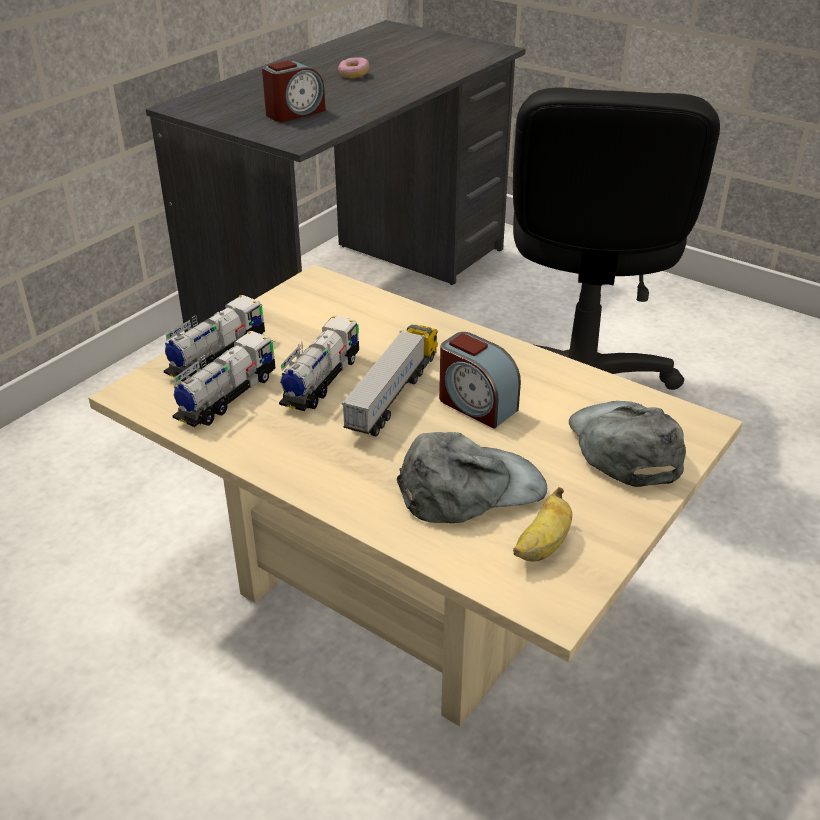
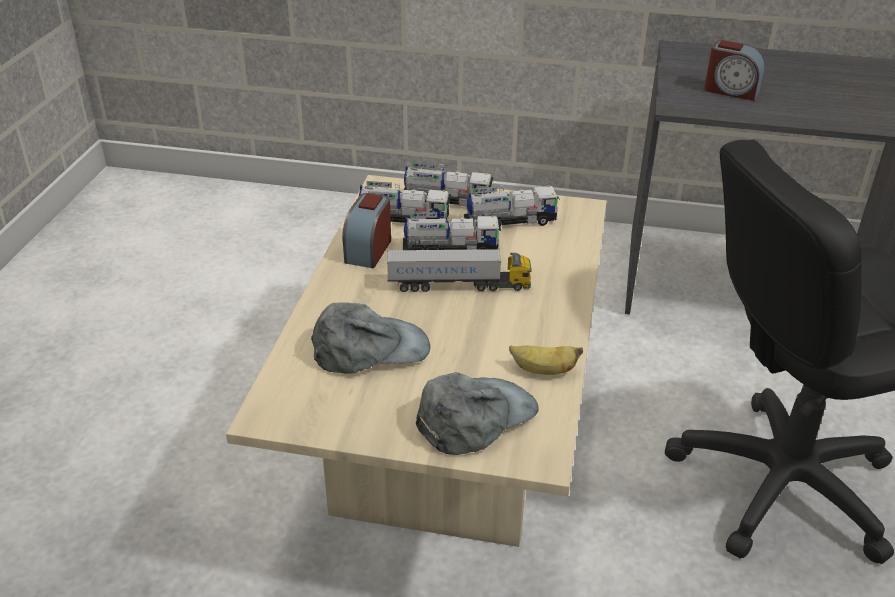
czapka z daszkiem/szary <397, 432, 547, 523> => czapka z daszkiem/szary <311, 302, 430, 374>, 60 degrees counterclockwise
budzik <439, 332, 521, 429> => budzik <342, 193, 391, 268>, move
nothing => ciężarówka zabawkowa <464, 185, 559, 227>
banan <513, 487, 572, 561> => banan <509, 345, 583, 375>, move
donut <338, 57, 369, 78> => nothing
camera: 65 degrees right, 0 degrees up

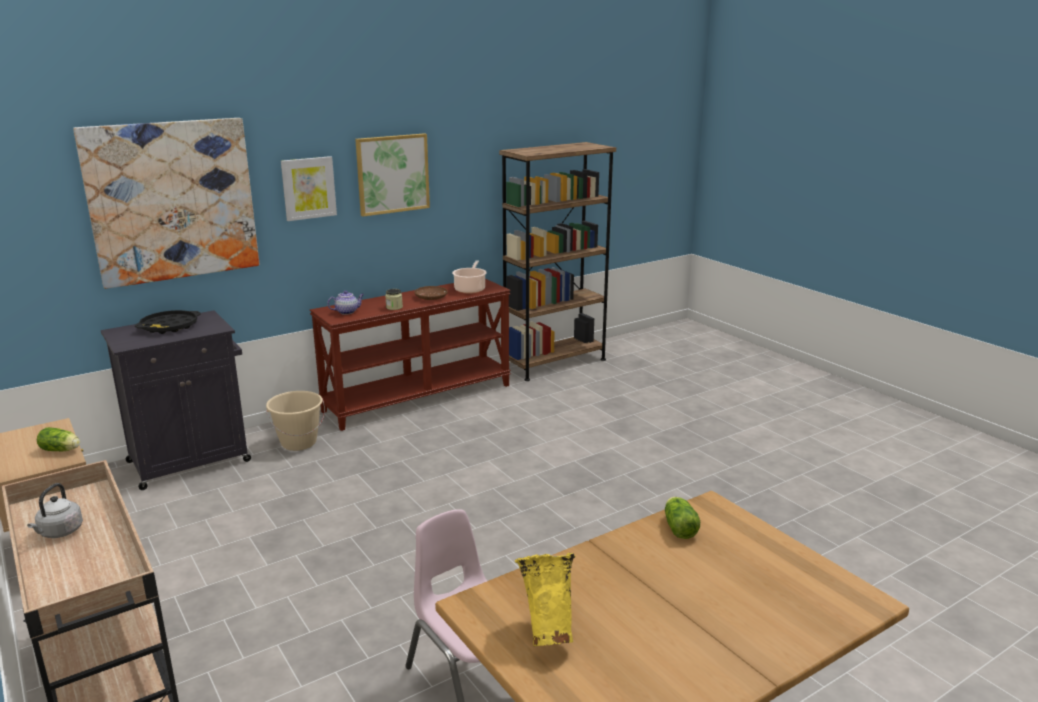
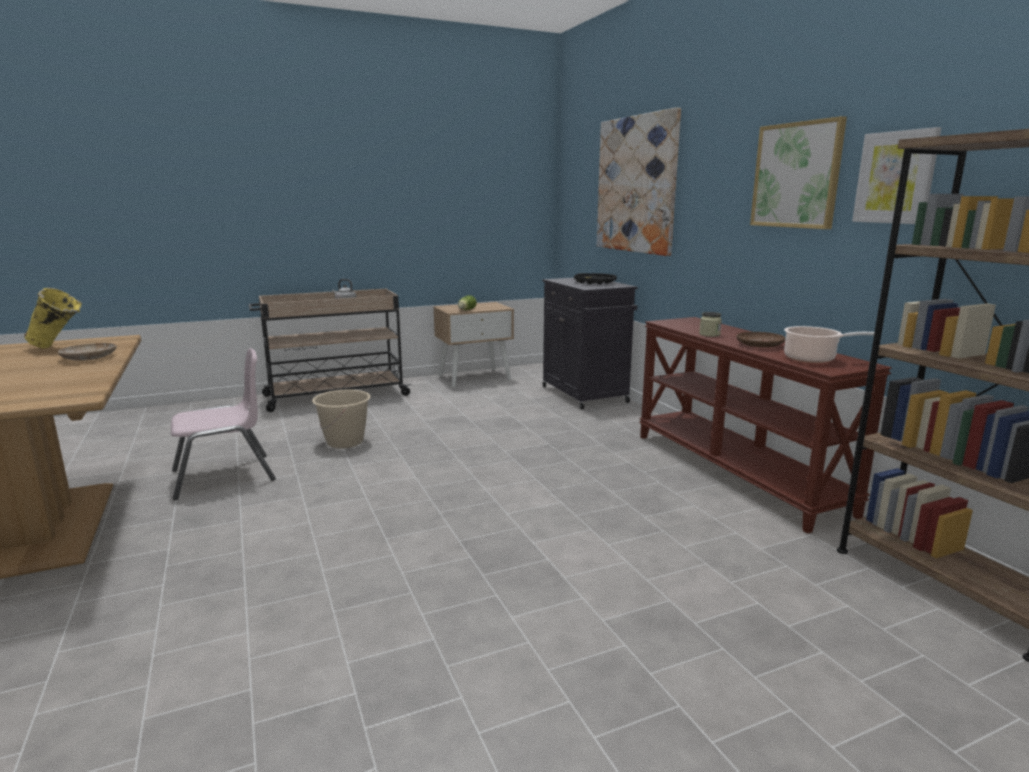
nothing => talerz/beżowy <58, 343, 117, 361>
wiadro/beżowy <266, 391, 325, 451> => wiadro/beżowy <312, 390, 371, 449>, move
obraz <281, 156, 337, 221> => obraz <852, 127, 941, 224>, move
imbryk <327, 291, 364, 315> => nothing
sałata <665, 497, 700, 539> => nothing
camera: 100 degrees right, 5 degrees down

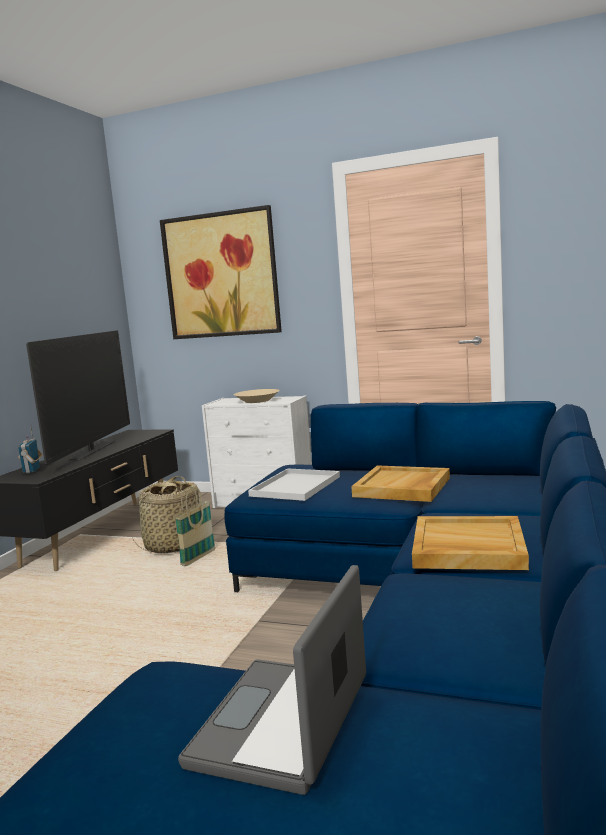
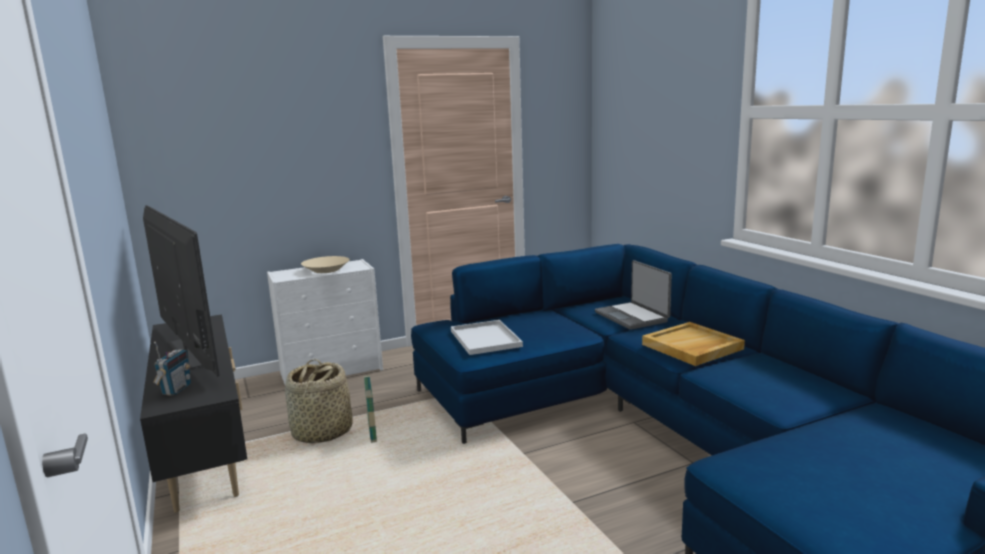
radio <18, 424, 43, 474> => radio <153, 342, 191, 395>, 120 degrees counterclockwise
laptop <178, 565, 366, 795> => laptop <595, 260, 672, 330>, move
obraz <160, 205, 282, 339> => nothing
taca/beżowy <351, 465, 450, 502> => nothing
camera: 45 degrees left, 5 degrees up

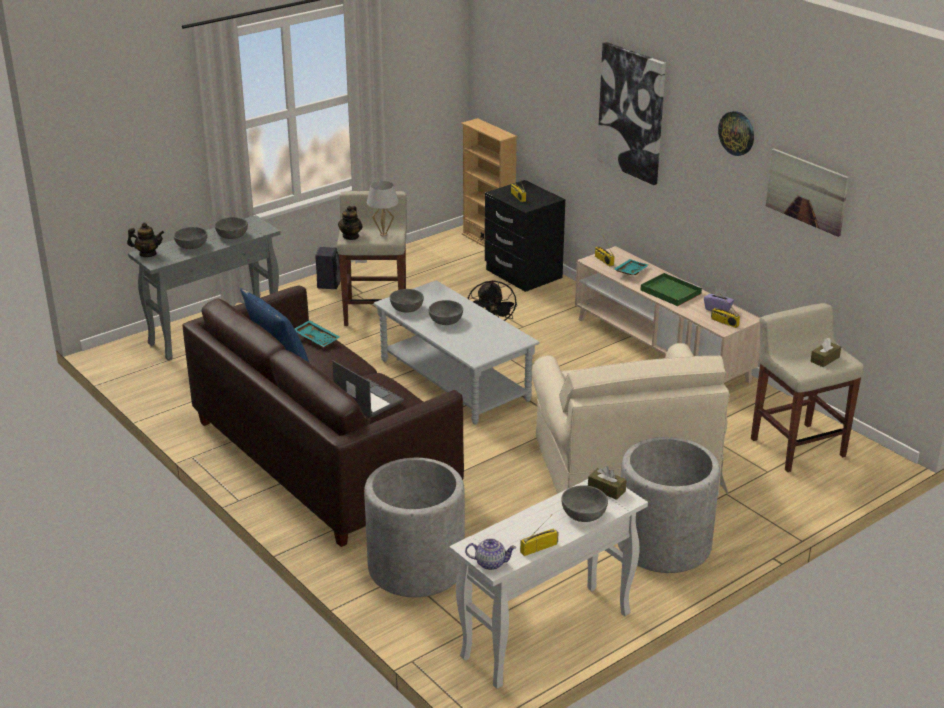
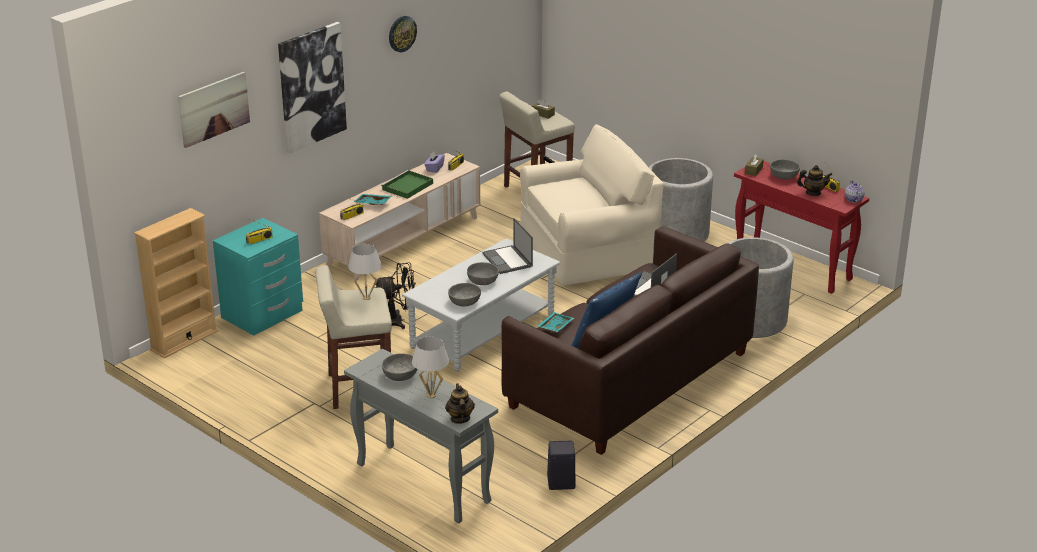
obraz <766, 148, 849, 237> => obraz <178, 72, 250, 148>, move
szafka nocna/czarny <485, 180, 565, 292> => szafka nocna/turkusowy <213, 218, 303, 336>
miska/szary <174, 227, 207, 249> => lampa stołowa/biały <412, 337, 449, 398>
nothing => laptop <482, 218, 533, 274>
głośnik/czarny <315, 247, 341, 289> => głośnik/czarny <547, 441, 575, 490>, move
stolik konsolowy/biały <449, 479, 648, 689> => stolik konsolowy/czerwony <734, 161, 869, 294>
imbryk <338, 206, 362, 240> => imbryk <797, 165, 832, 196>, move
camera: 100 degrees left, 0 degrees up

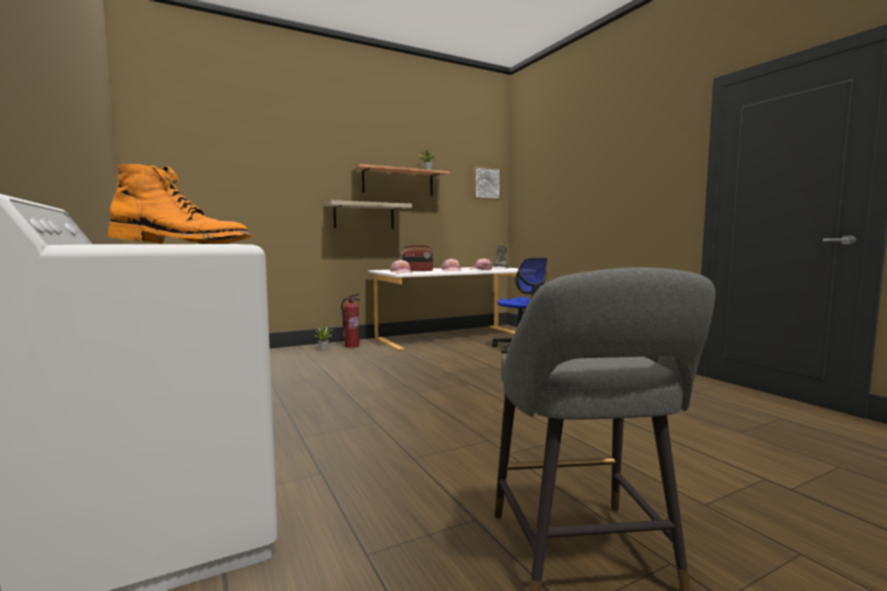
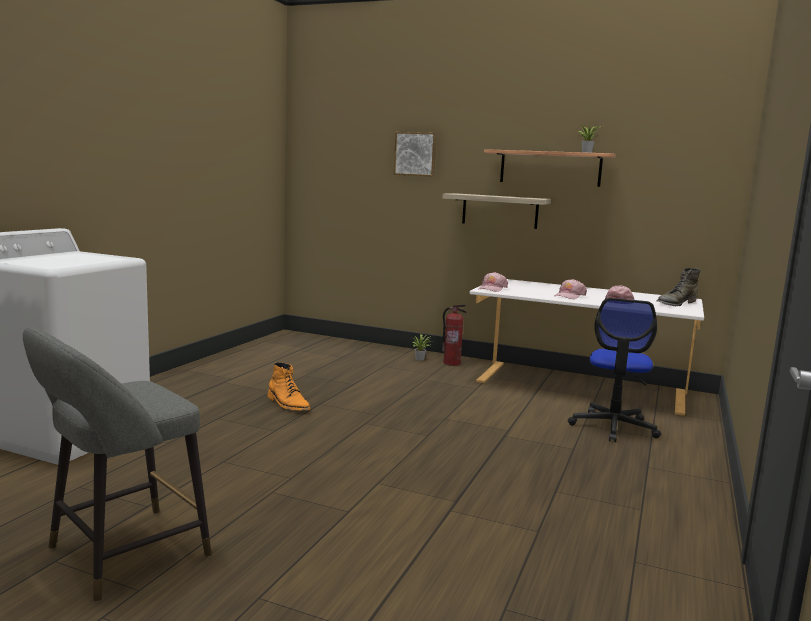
but z cholewką/pomarańczowy <108, 163, 251, 244> => but z cholewką/pomarańczowy <268, 362, 310, 410>, move
obraz <473, 166, 501, 200> => obraz <394, 132, 437, 177>, move
radio <400, 245, 434, 271> => nothing
camera: 50 degrees right, 5 degrees up

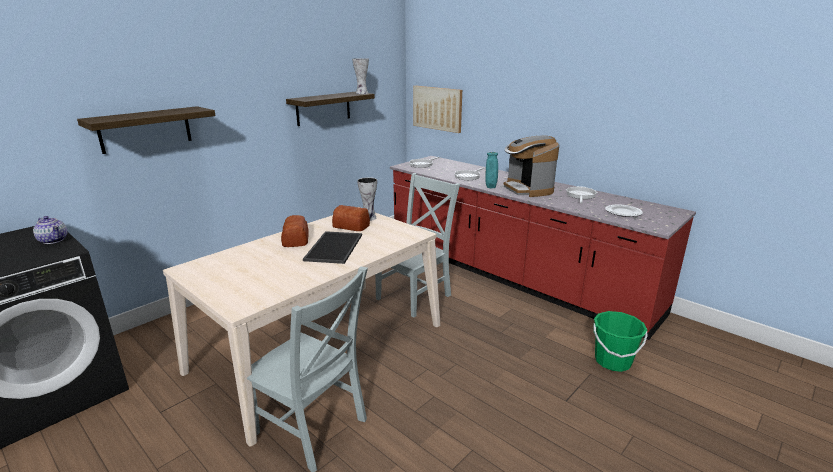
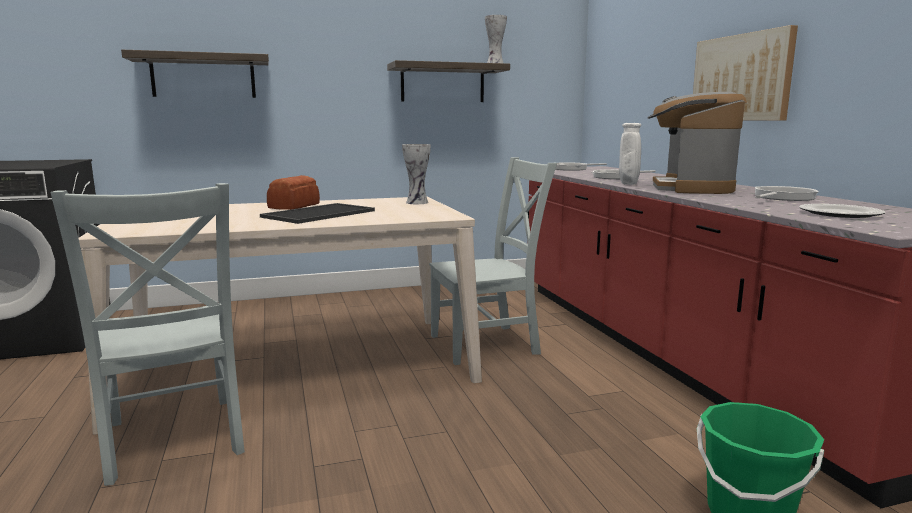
wazon/turkusowy <485, 152, 498, 188> => wazon/biały <619, 123, 641, 185>
obraz <413, 86, 462, 133> => obraz <693, 25, 798, 120>, move
imbryk <33, 216, 67, 244> => nothing
chleb <332, 205, 370, 231> => nothing
camera: 30 degrees right, 10 degrees down

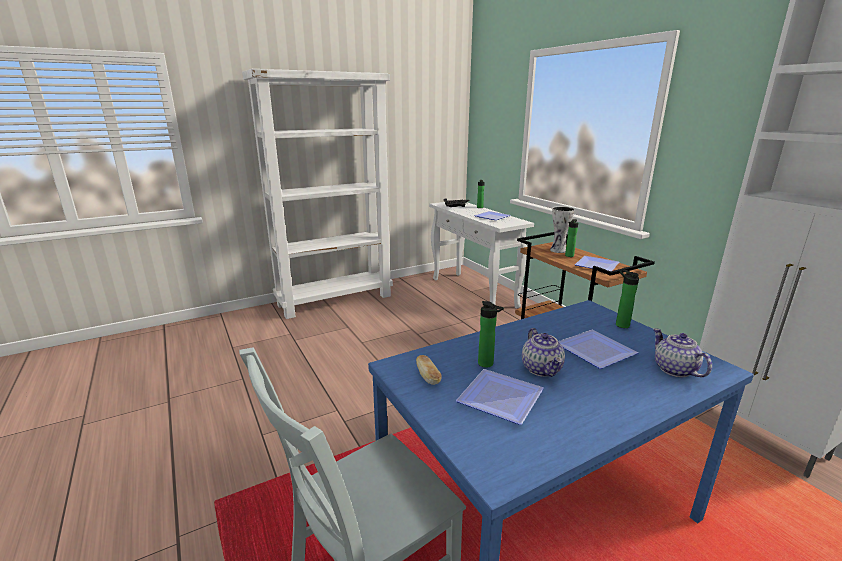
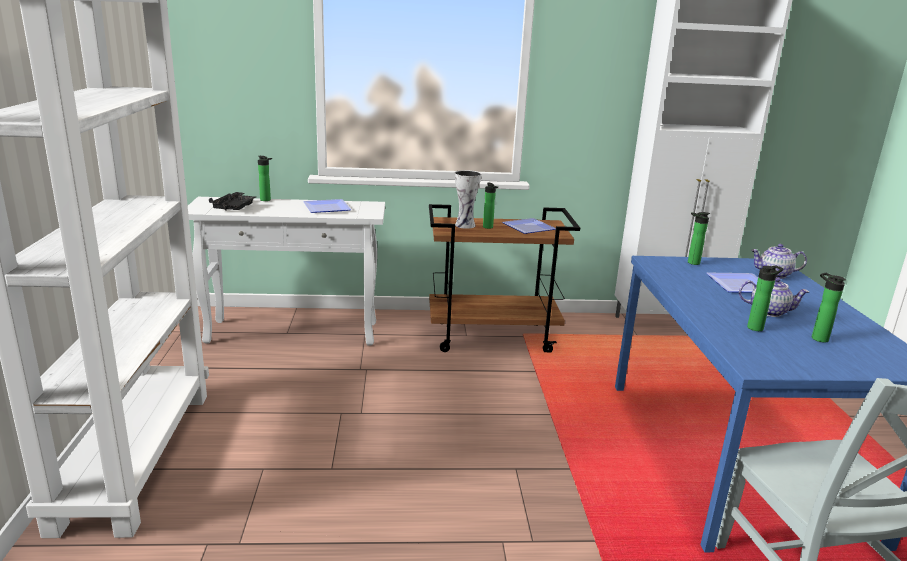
talerz <456, 369, 544, 425> => butelka <812, 273, 846, 343>
chleb <416, 355, 441, 385> => nothing
camera: 65 degrees left, 0 degrees up

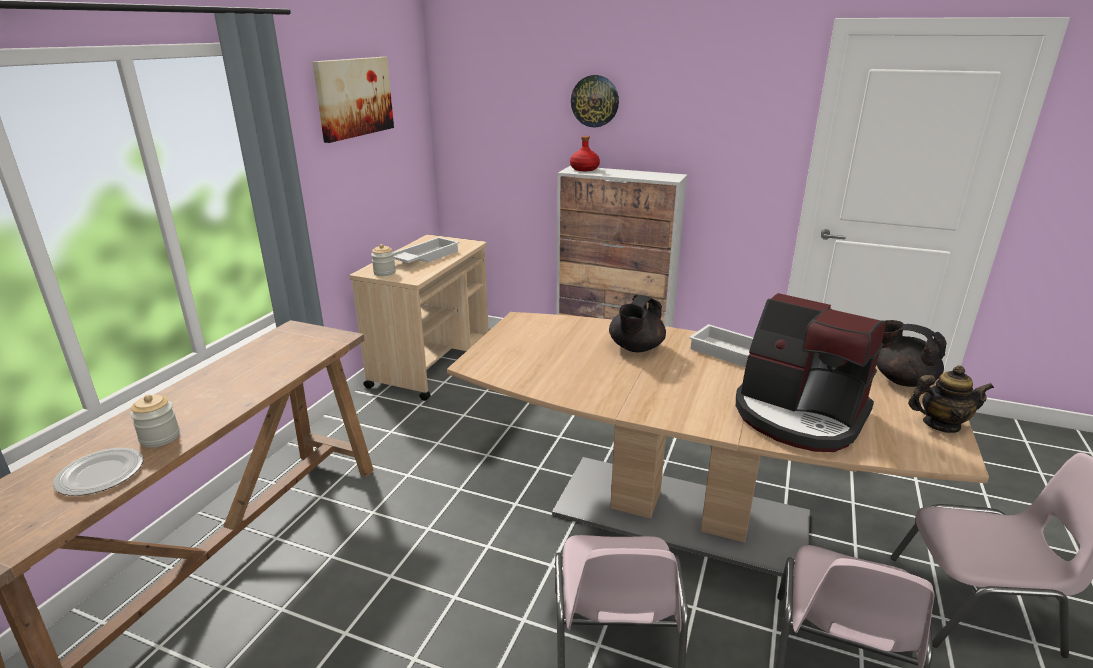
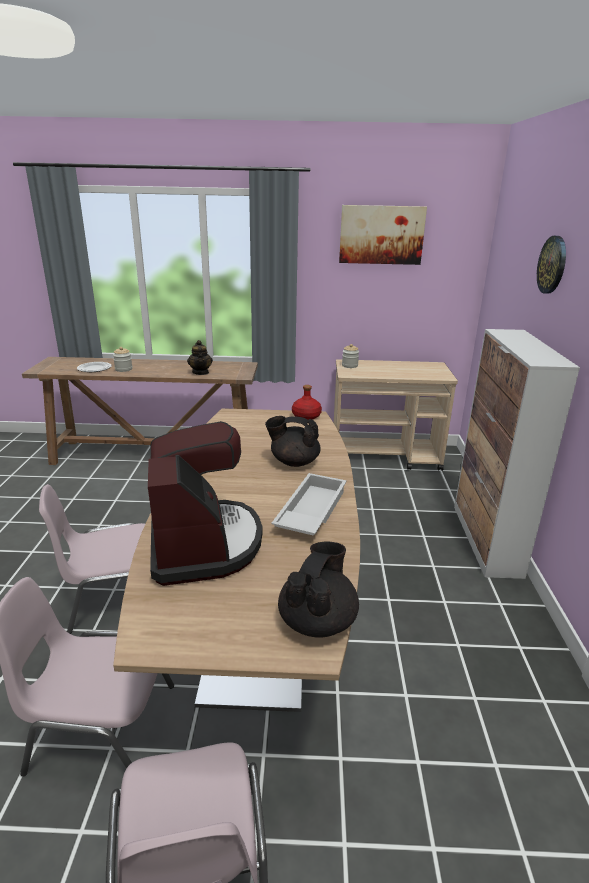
ekspres do kawy <736, 293, 886, 452> => ekspres do kawy <148, 421, 262, 586>, 150 degrees clockwise
imbryk <908, 365, 994, 433> => imbryk <187, 340, 213, 375>, move
butelka/czerwony <570, 136, 600, 171> => butelka/czerwony <292, 385, 322, 420>, move
taca/biały <393, 237, 460, 263> => nothing
camera: 70 degrees right, 0 degrees up

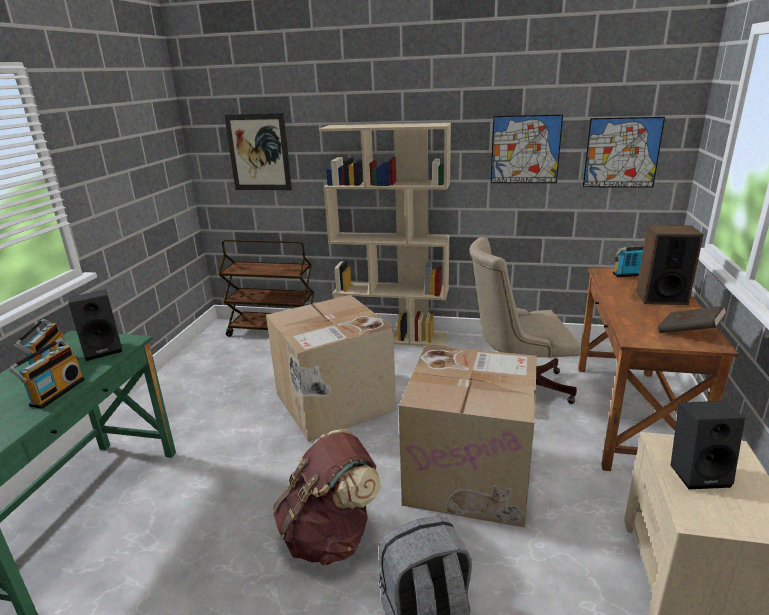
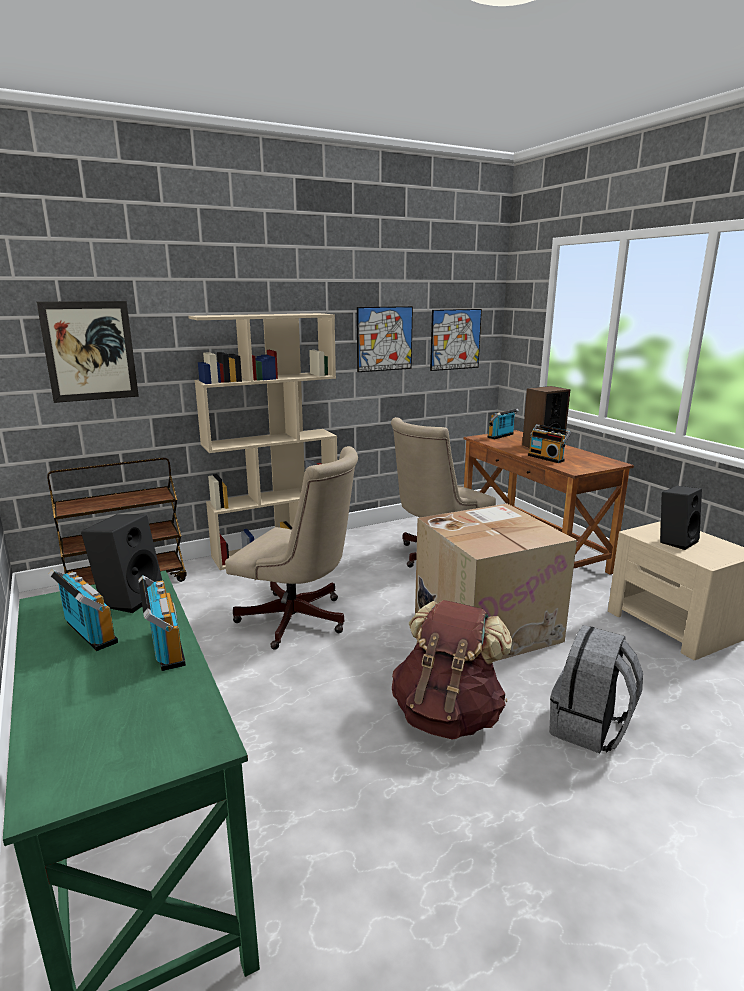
karton <266, 295, 396, 442> => krzesło biurowe/beżowy <225, 446, 358, 650>
nothing => radio <528, 424, 571, 463>
książka/brązowy <658, 305, 727, 333> => nothing
camera: 40 degrees left, 5 degrees down

